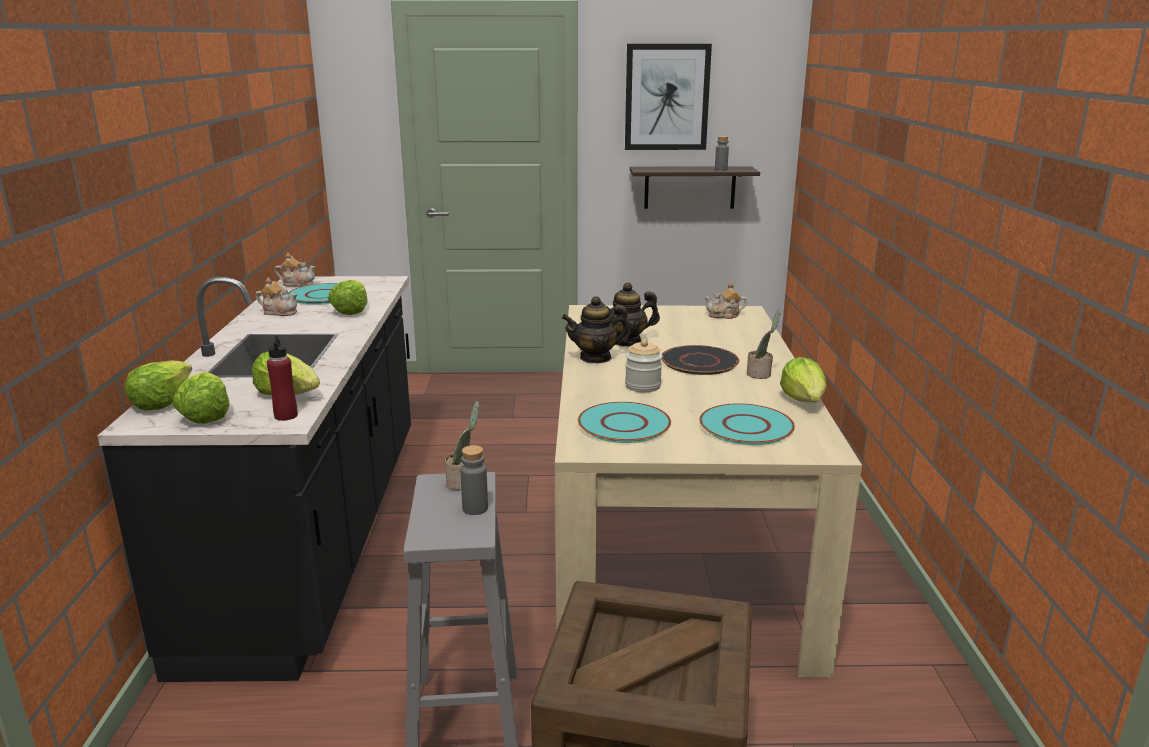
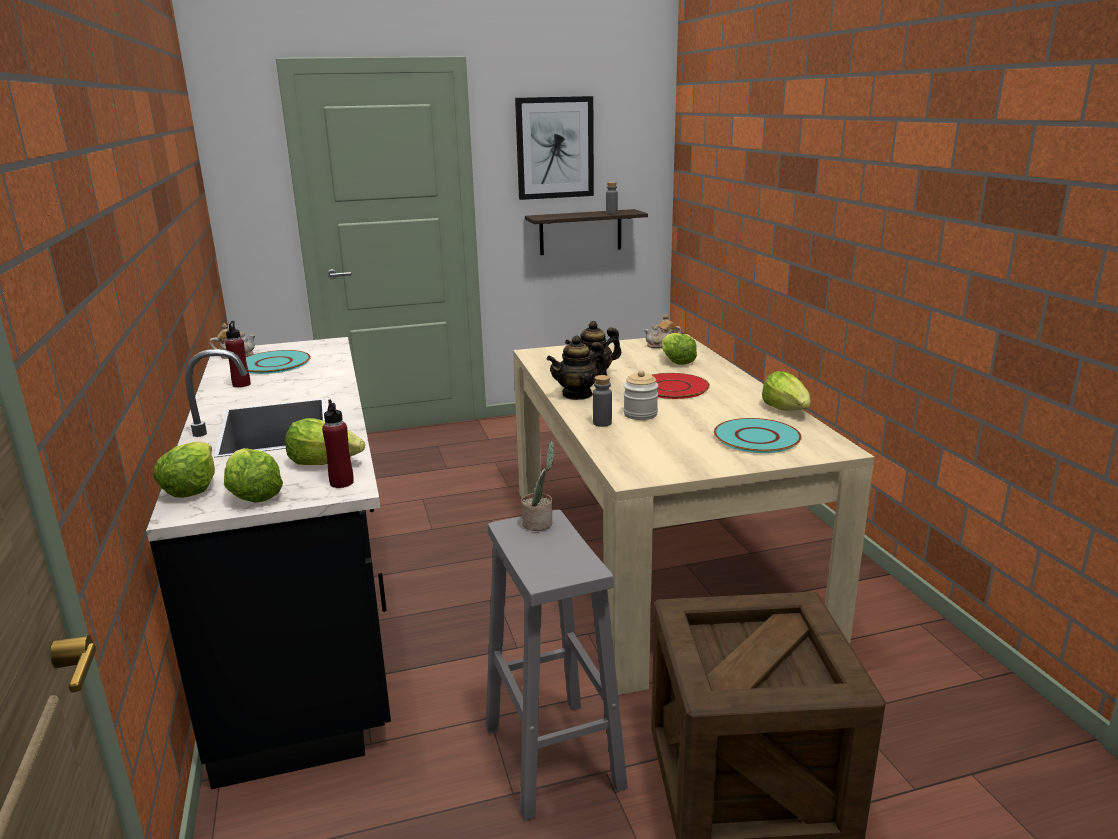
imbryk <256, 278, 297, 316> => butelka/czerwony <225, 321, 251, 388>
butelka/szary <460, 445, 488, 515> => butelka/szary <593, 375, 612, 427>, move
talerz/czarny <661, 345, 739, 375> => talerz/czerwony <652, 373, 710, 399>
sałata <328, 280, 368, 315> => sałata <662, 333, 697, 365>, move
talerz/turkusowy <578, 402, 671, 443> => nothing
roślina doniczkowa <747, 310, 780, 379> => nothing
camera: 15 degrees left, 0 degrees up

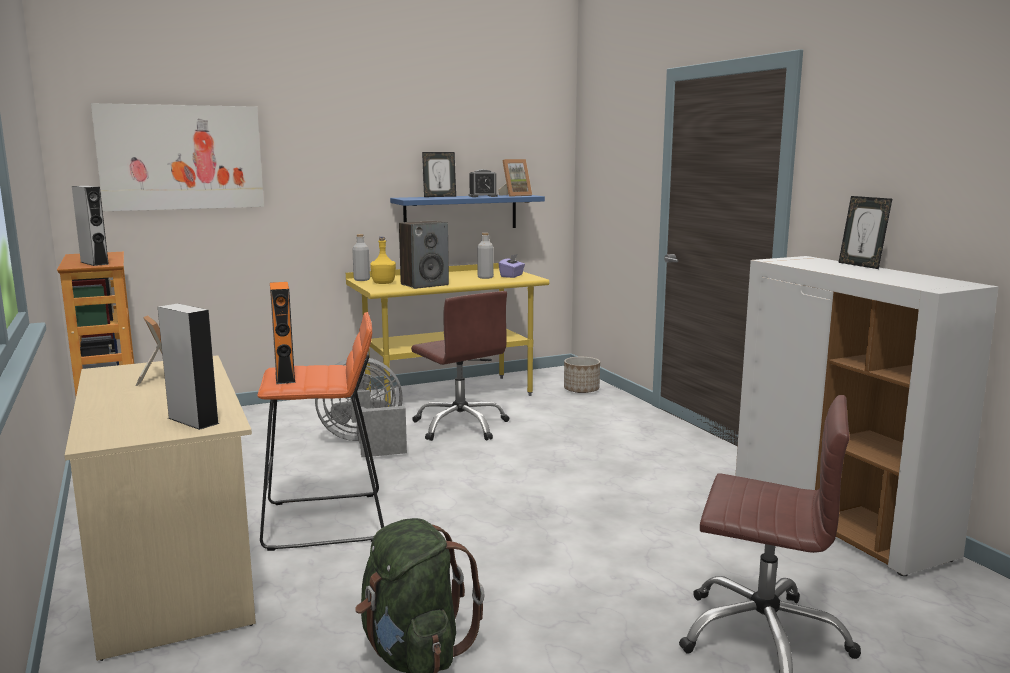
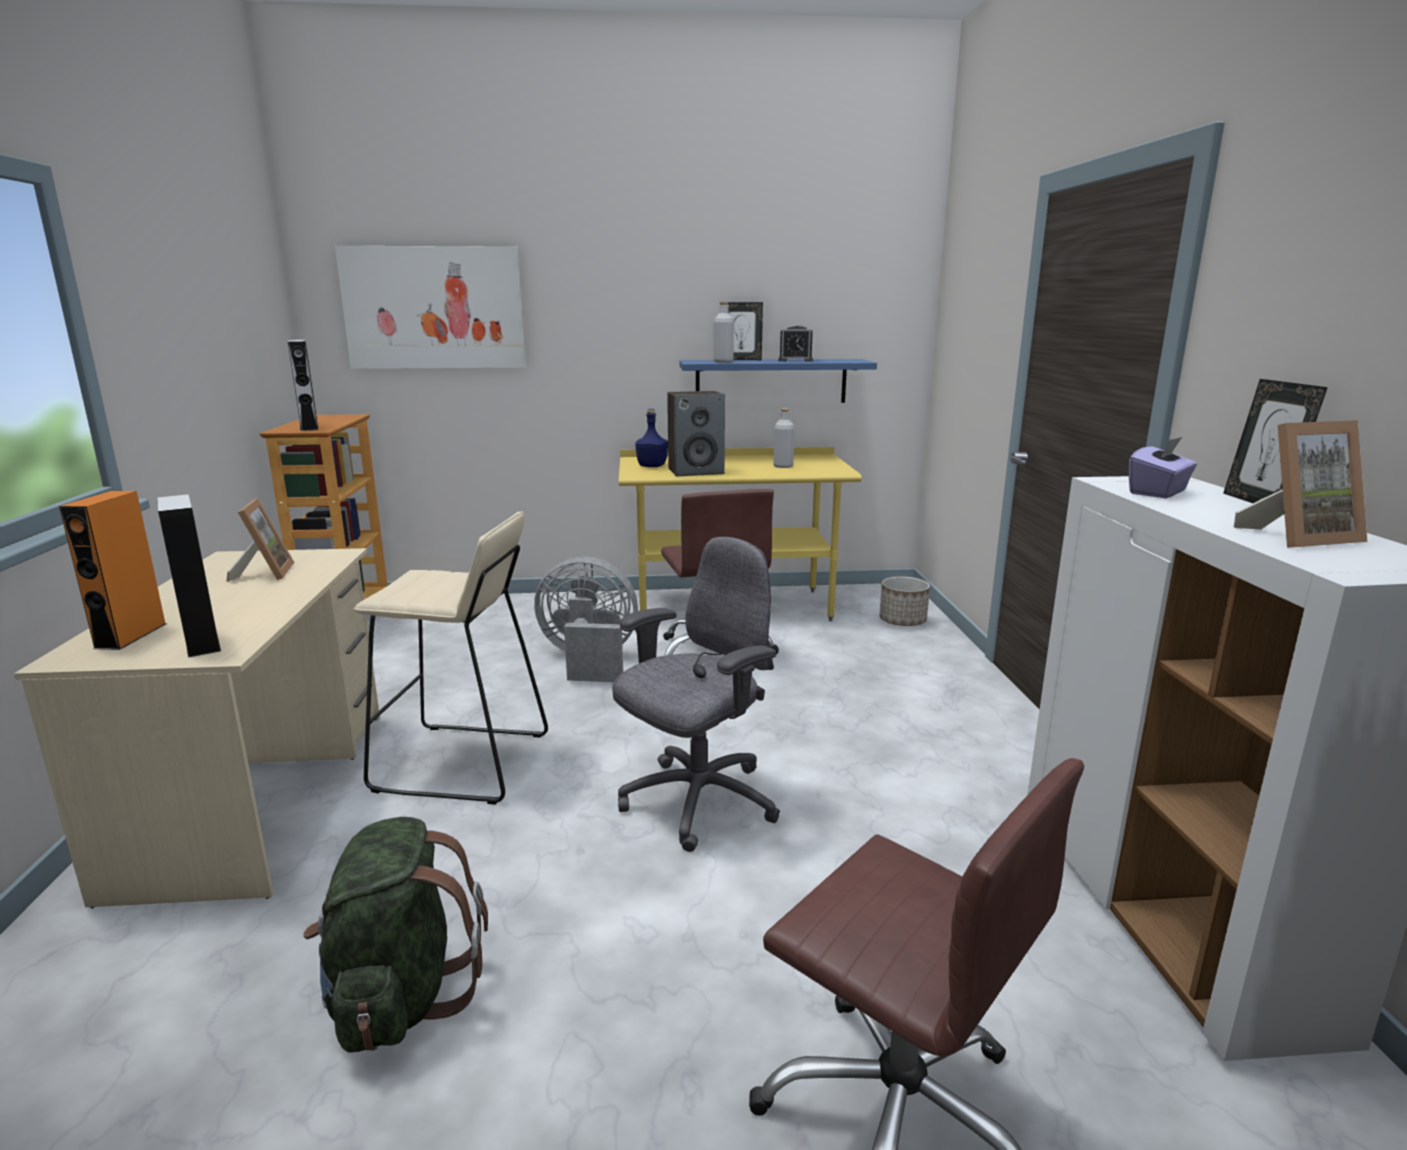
głośnik/pomarańczowy <270, 282, 296, 384> => głośnik/pomarańczowy <59, 491, 166, 650>, move
stołek/pomarańczowy <257, 312, 384, 551> => stołek/beżowy <353, 512, 548, 805>
nothing => krzesło biurowe/szary <612, 537, 780, 852>
butelka/żółty <370, 237, 396, 284> => butelka/niebieski <635, 409, 668, 467>
butelka/szary <352, 234, 370, 281> => butelka/szary <713, 302, 734, 363>, move
pudełko chusteczek/fioletowy <499, 254, 525, 278> => pudełko chusteczek/fioletowy <1129, 437, 1197, 499>, move
ramka na zdjęcie <499, 159, 532, 197> => ramka na zdjęcie <1234, 420, 1367, 548>, move
camera: 20 degrees right, 5 degrees up

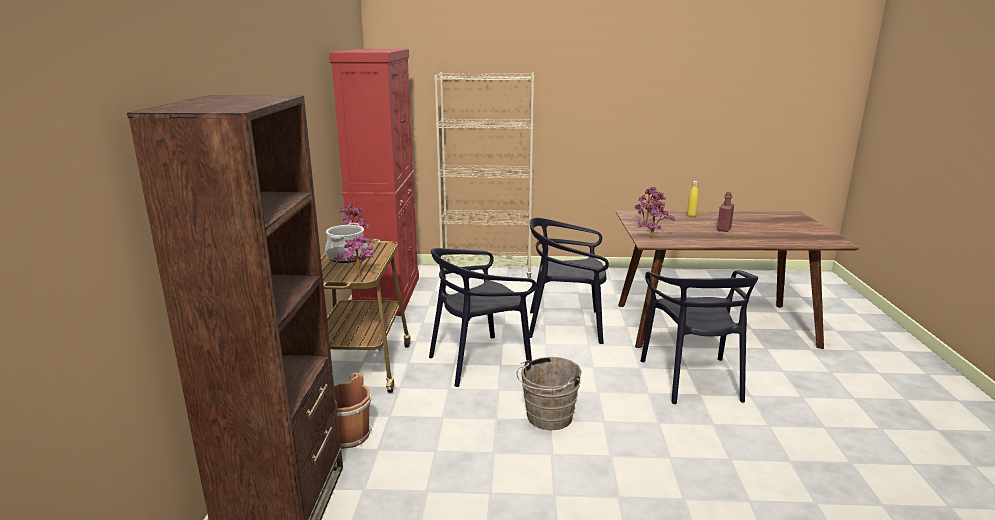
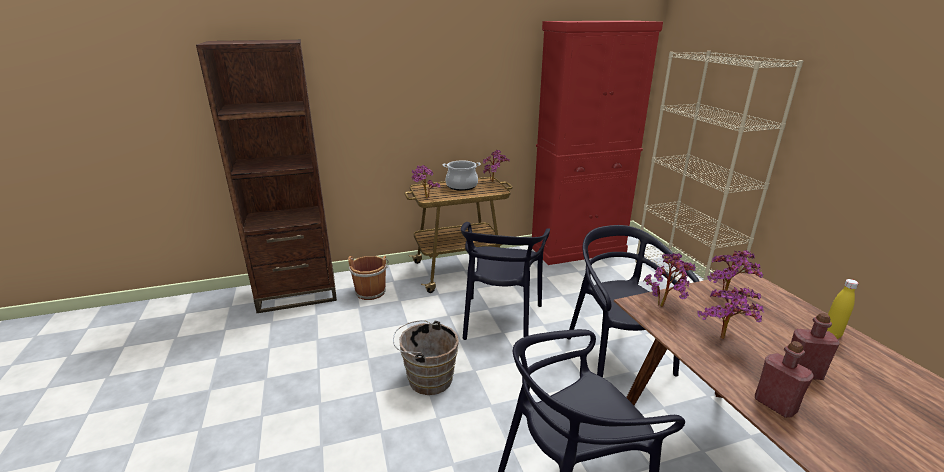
krzesło/czarny <429, 248, 537, 387> => krzesło/czarny <461, 222, 550, 340>, 120 degrees counterclockwise
nothing => roślina doniczkowa <698, 287, 764, 339>
nothing => butelka/czerwony <755, 341, 813, 418>
camera: 70 degrees right, 5 degrees up

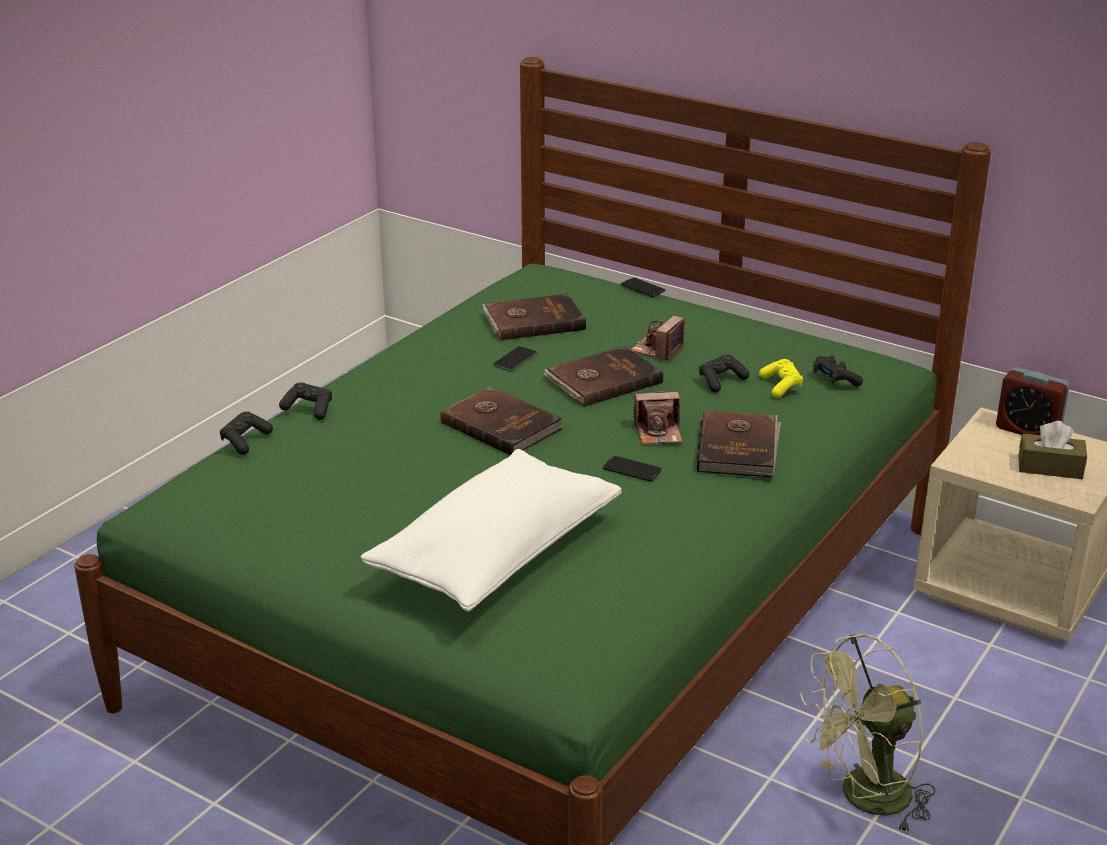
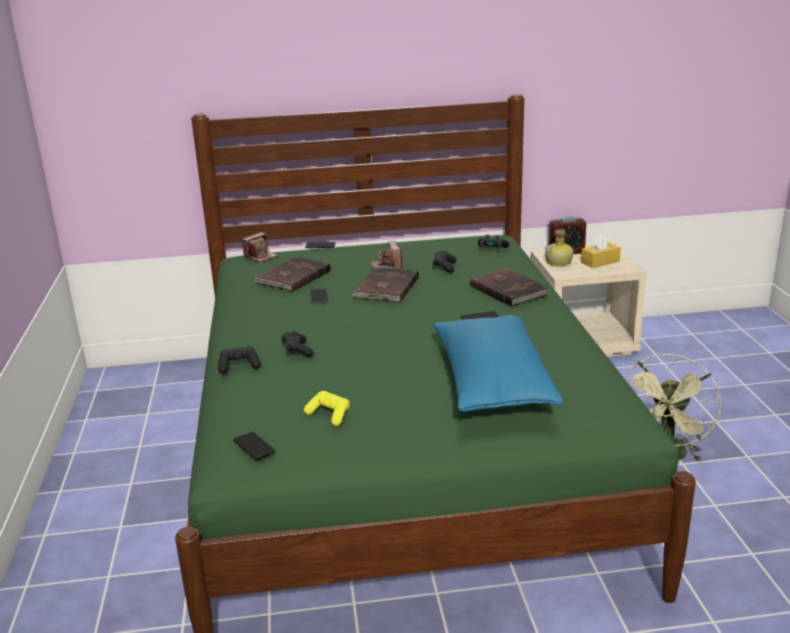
nothing => telefon <233, 432, 275, 460>
aparat fotograficzny <633, 390, 682, 444> => aparat fotograficzny <242, 232, 279, 262>, move
pad do gier/czarny <220, 411, 273, 455> => pad do gier/czarny <281, 331, 314, 357>, move
pad do gier/żółty <759, 359, 803, 398> => pad do gier/żółty <304, 391, 350, 426>, move
poduszka/biały <361, 449, 622, 612> => poduszka/niebieski <433, 315, 563, 412>
nothing => butelka <545, 229, 573, 267>
pudełko chusteczek/brązowy <1018, 421, 1087, 479> => pudełko chusteczek/żółty <581, 234, 621, 268>
książka/brązowy <440, 386, 563, 455> => nothing
camera: 40 degrees left, 5 degrees down

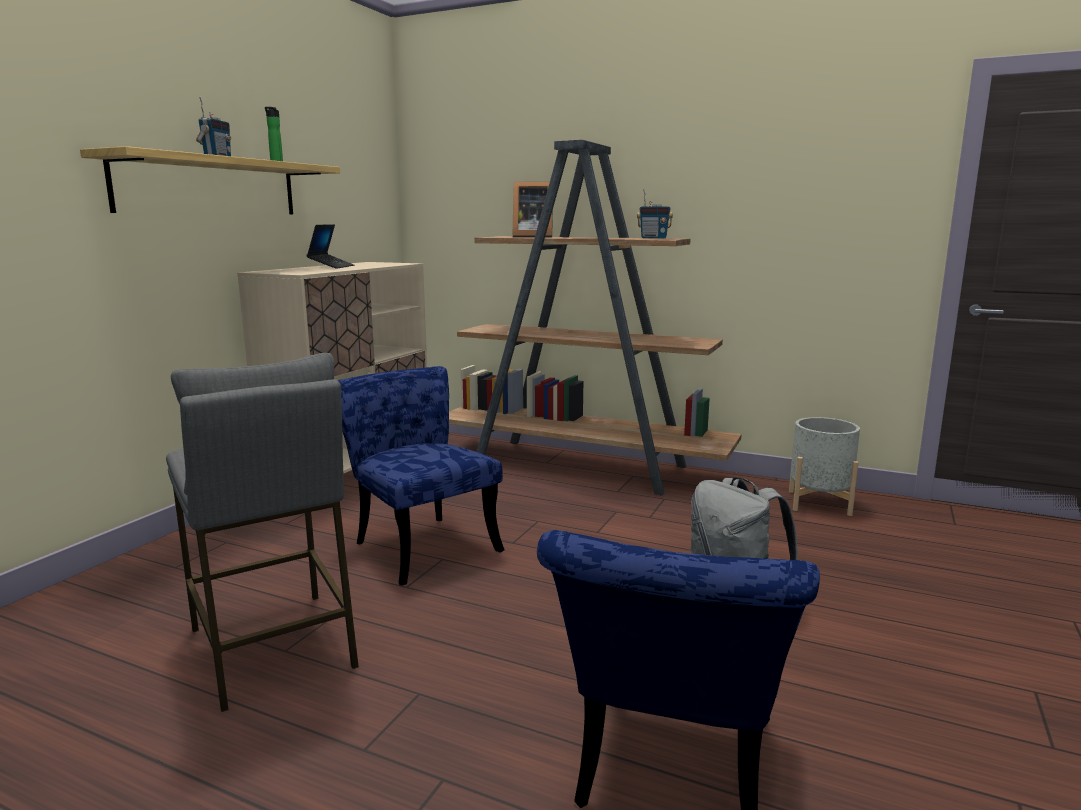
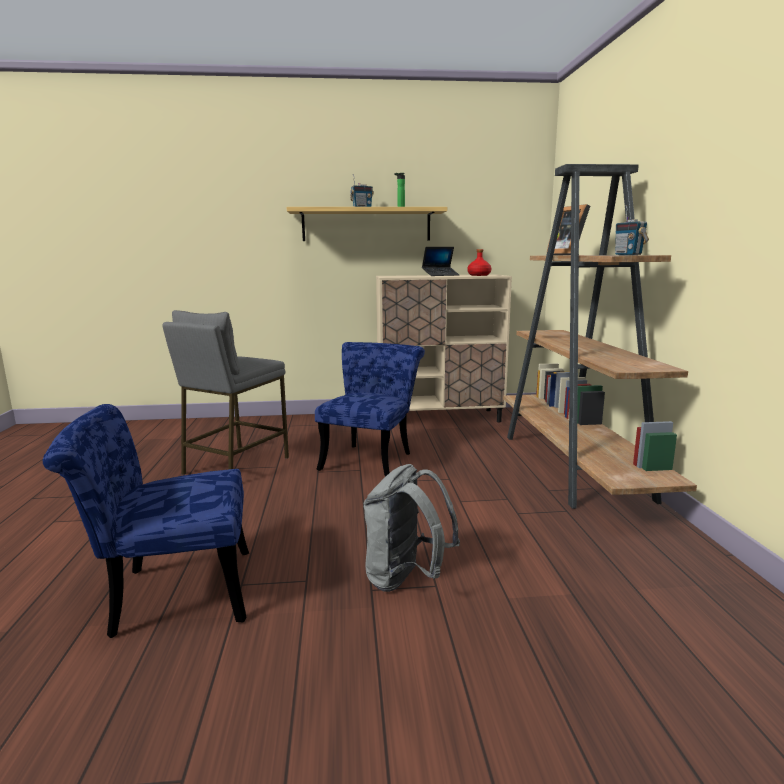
nothing => butelka/czerwony <467, 249, 491, 276>
donica/szary <789, 417, 860, 516> => nothing
camera: 60 degrees right, 0 degrees up

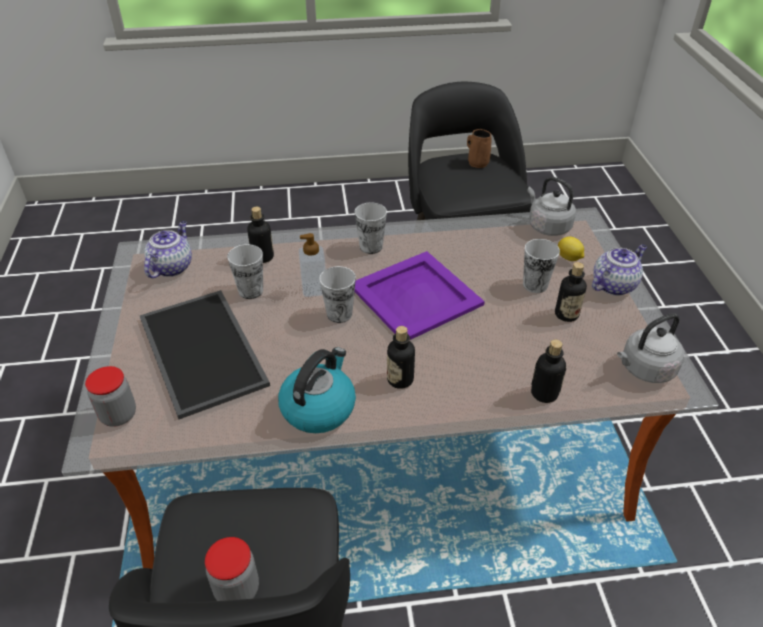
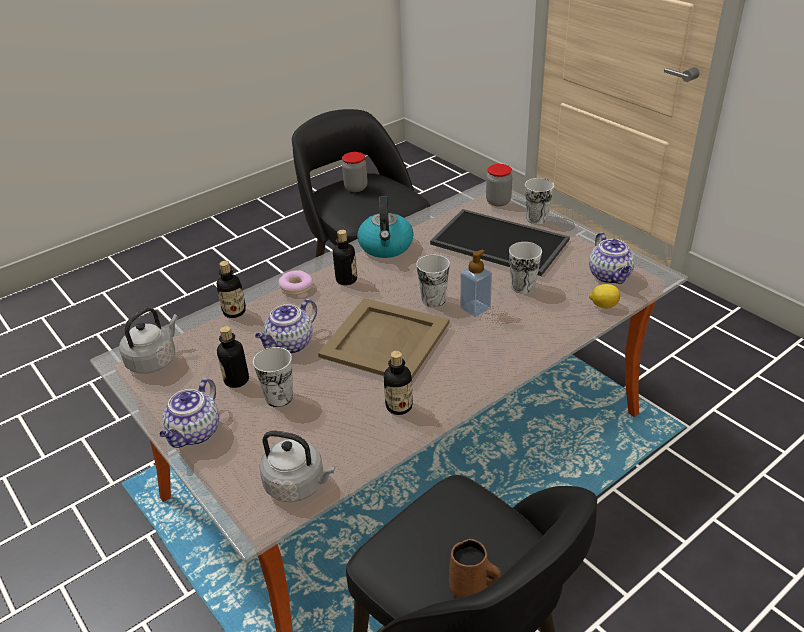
nothing => imbryk <255, 299, 317, 354>
nothing => donut <278, 270, 313, 295>
taca/fioletowy <355, 251, 485, 340> => taca/beżowy <318, 298, 449, 379>
butelka <247, 206, 274, 263> => butelka <384, 351, 413, 415>, move
filiżanka <355, 203, 387, 254> => filiżanka <525, 178, 554, 224>, move
cytryna <558, 236, 584, 261> => cytryna <589, 284, 620, 309>, move
camera: 150 degrees right, 5 degrees down

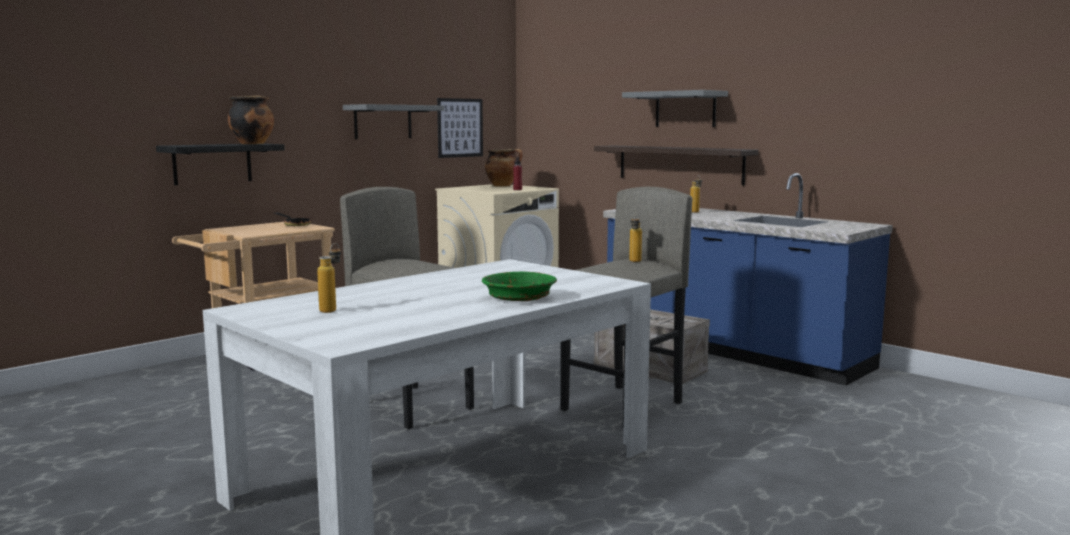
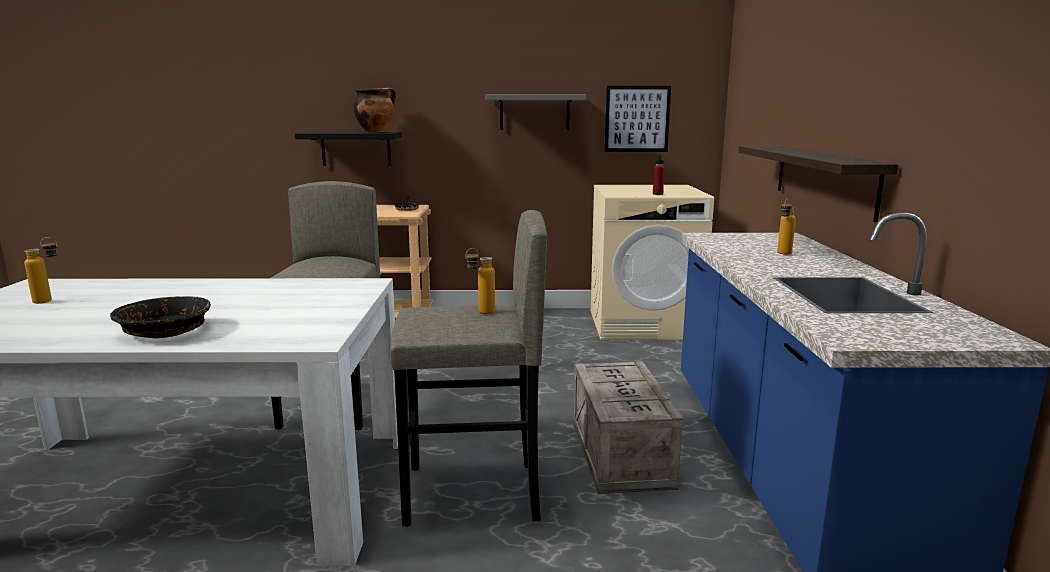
miska/zielony <482, 272, 557, 301> => miska/czarny <110, 296, 211, 338>
garnek <485, 149, 523, 186> => nothing
półka/szary <622, 90, 728, 127> => nothing
camera: 45 degrees right, 5 degrees up

